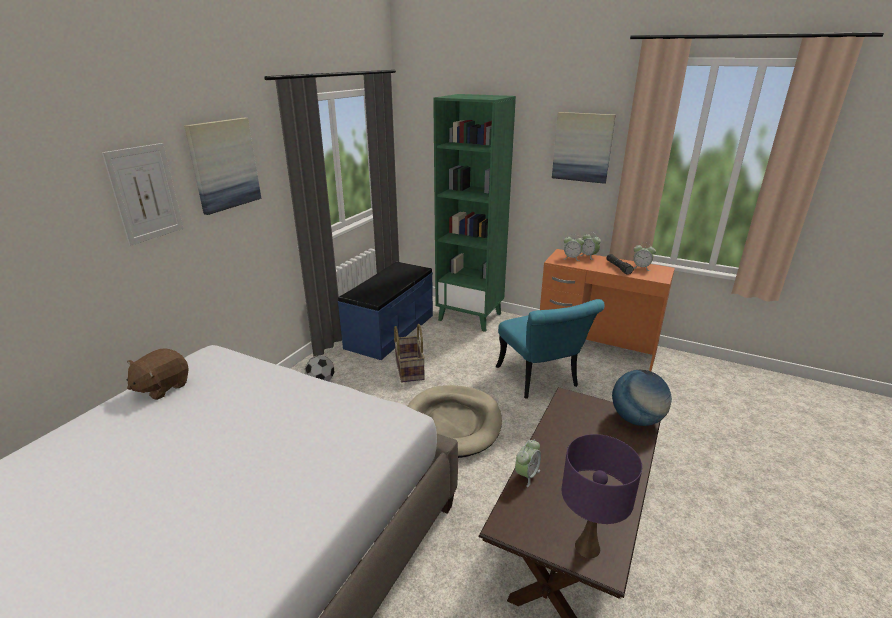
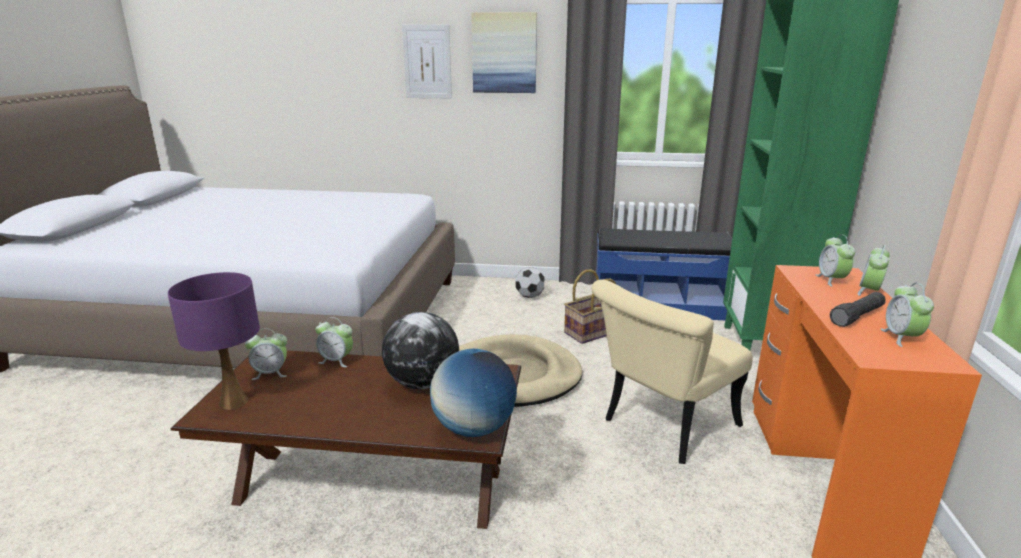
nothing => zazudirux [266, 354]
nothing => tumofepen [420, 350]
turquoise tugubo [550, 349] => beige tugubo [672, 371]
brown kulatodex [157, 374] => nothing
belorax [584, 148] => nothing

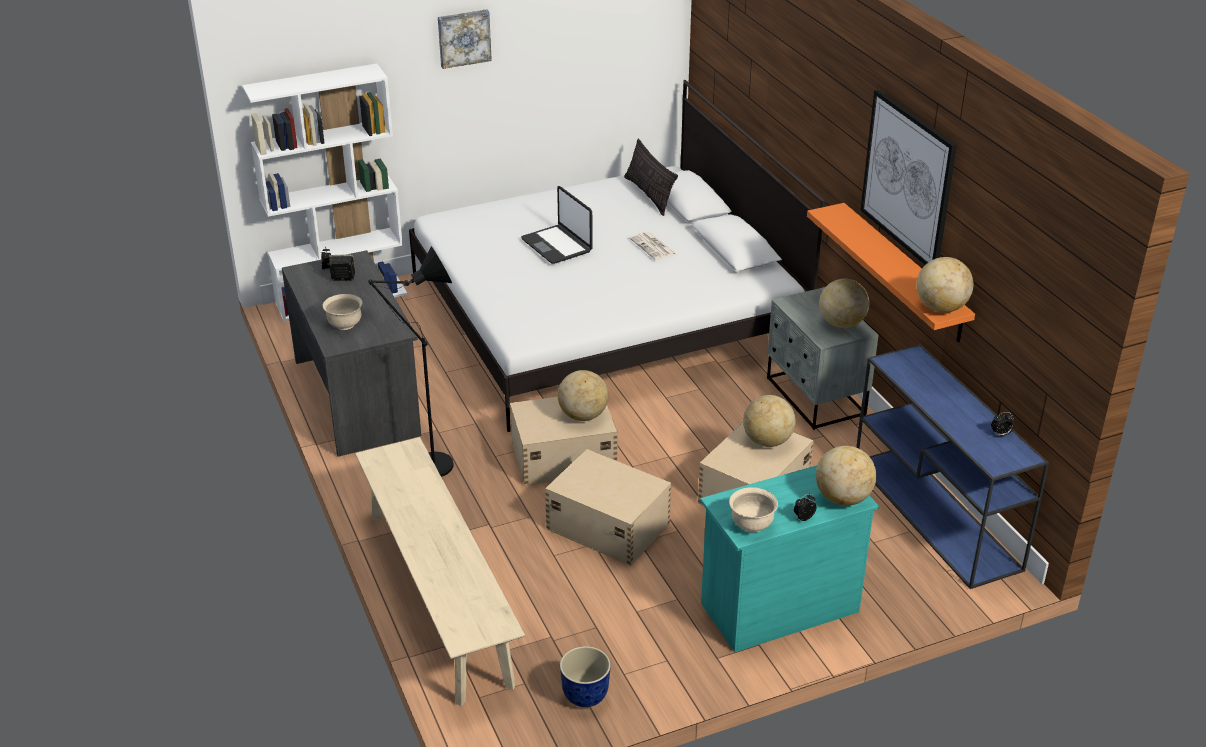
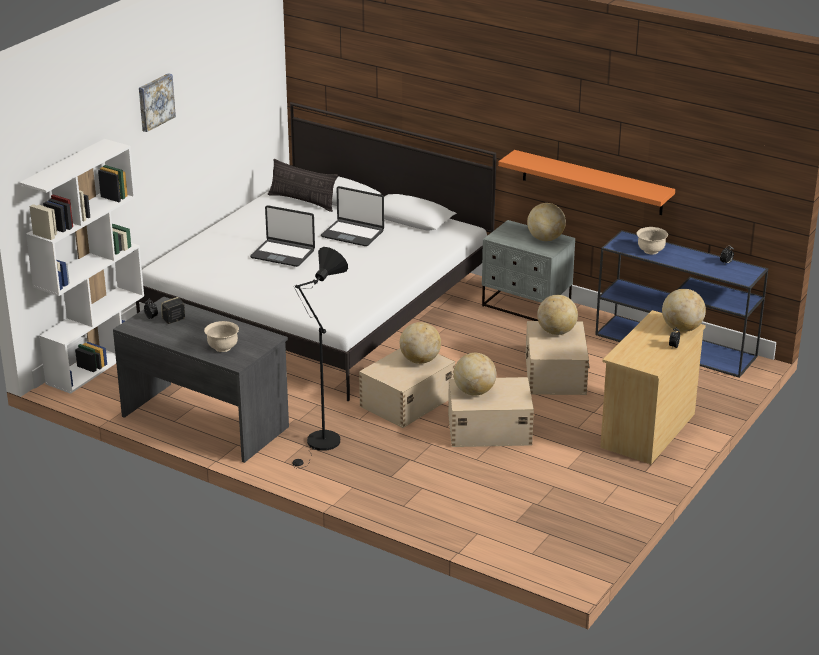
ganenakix [652, 246] => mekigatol [352, 216]
tumofepen [945, 285] => tumofepen [475, 374], move
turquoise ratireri [789, 558] => beige ratireri [653, 387]
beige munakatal [753, 510] => beige munakatal [652, 241], move
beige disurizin [440, 571] => nothing
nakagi [585, 676] => nothing
belorax [908, 177] => nothing

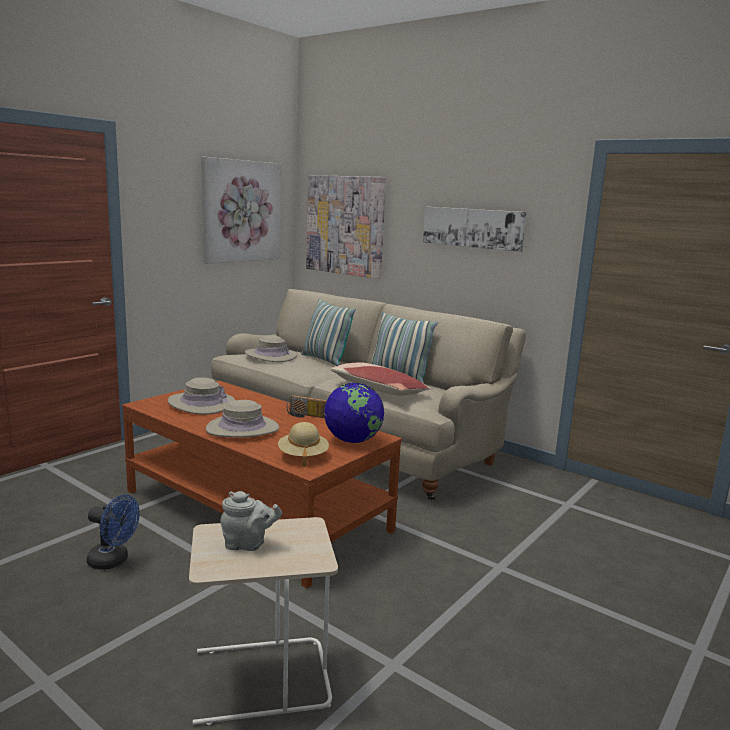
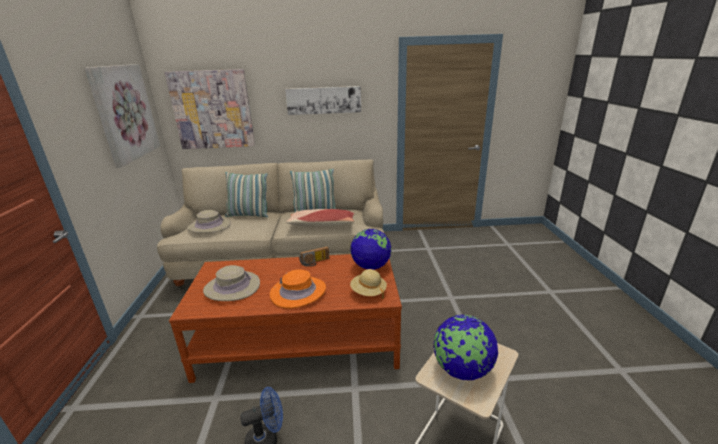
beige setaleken [242, 419] => orange setaleken [298, 289]
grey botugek [251, 521] => tumofepen [465, 347]

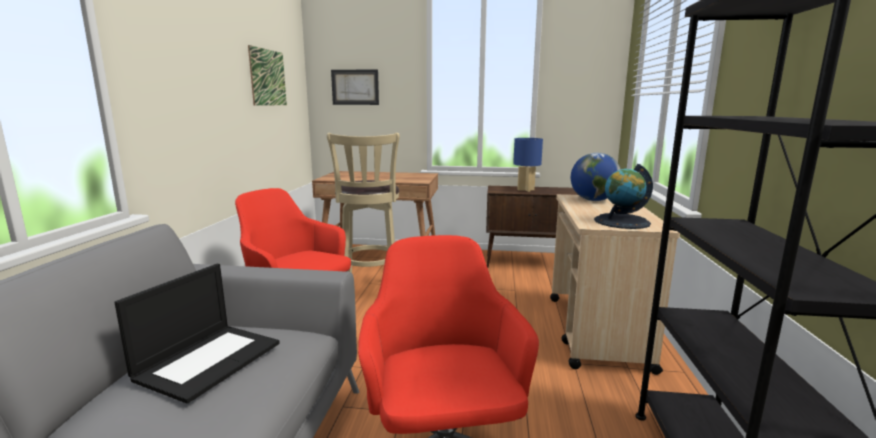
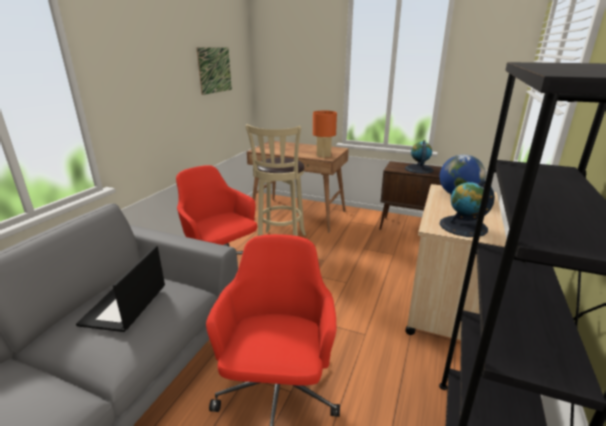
mekigatol [197, 334] => mekigatol [120, 289], 150 degrees clockwise
nothing => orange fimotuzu [325, 134]
blue fimotuzu [528, 165] => tumofepen [419, 157]
belorax [355, 87] => nothing

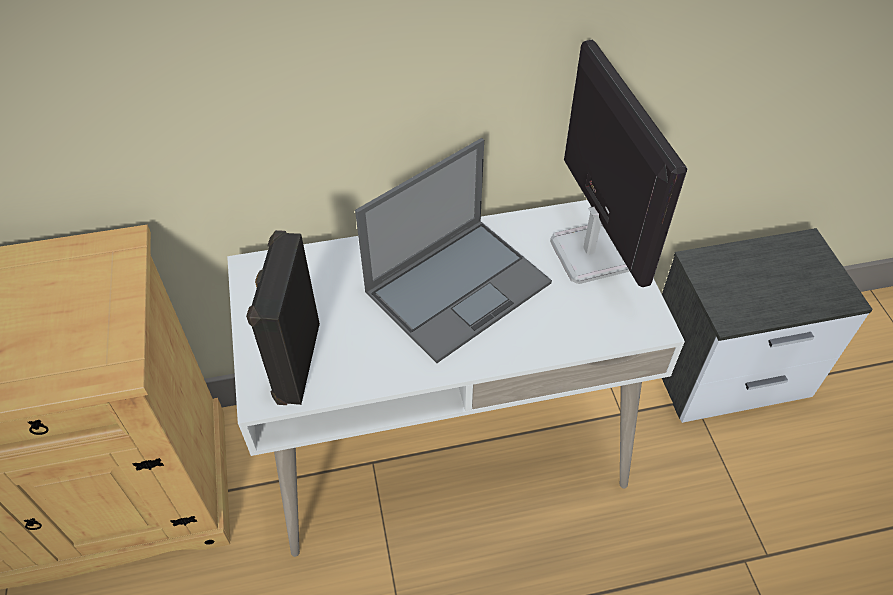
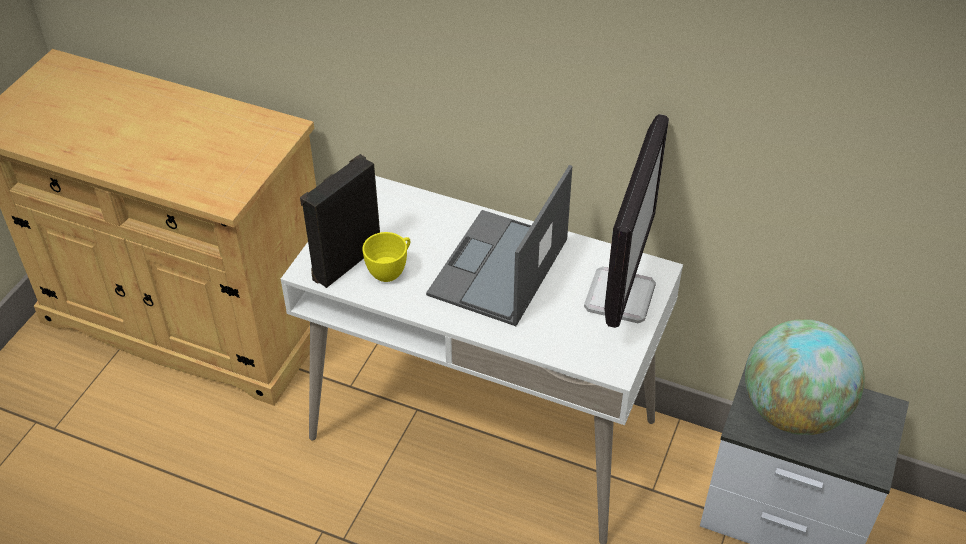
nothing => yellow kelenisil [386, 257]
mekigatol [453, 250] => mekigatol [499, 245], 120 degrees clockwise
nothing => tumofepen [805, 377]

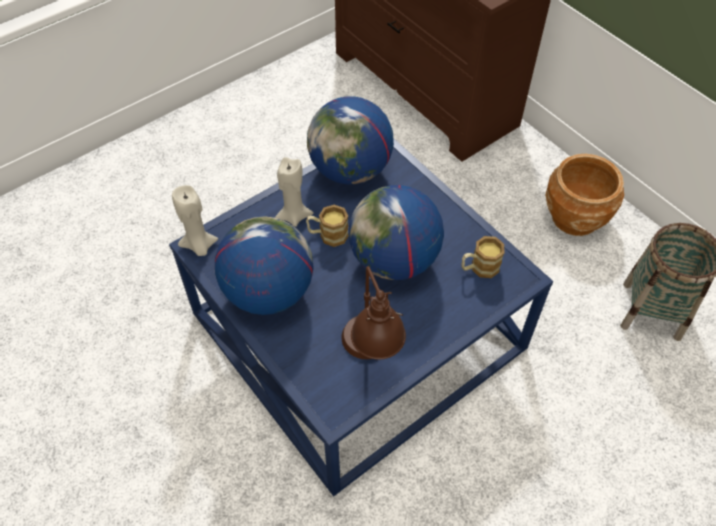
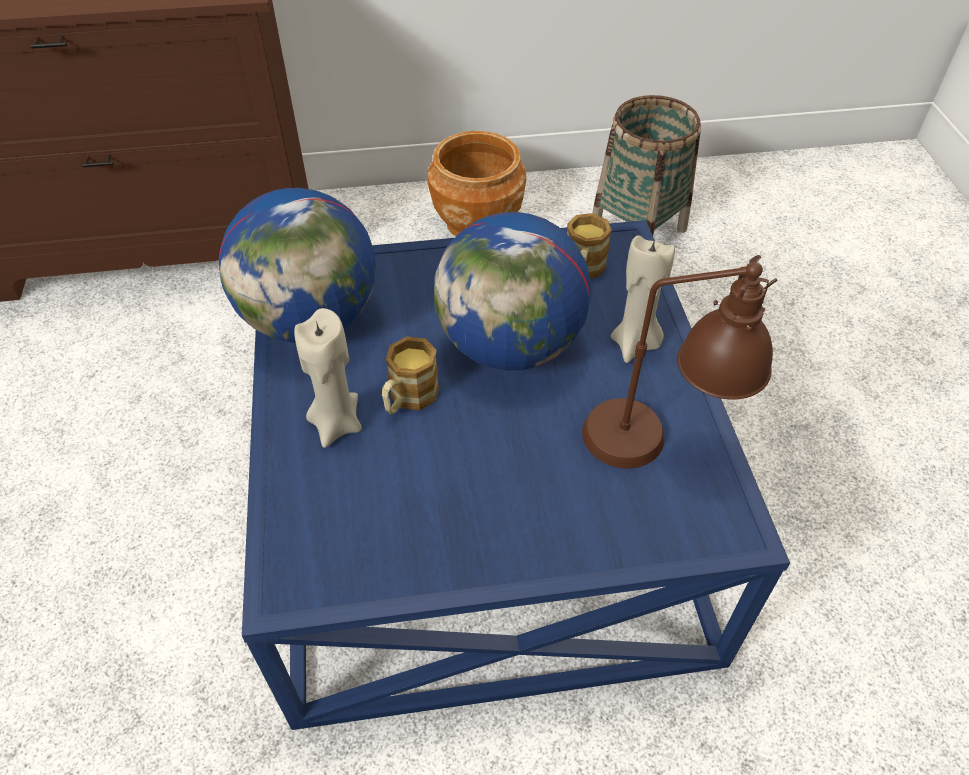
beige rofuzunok [195, 220] => beige rofuzunok [643, 299], move
tumofepen [264, 265] => nothing

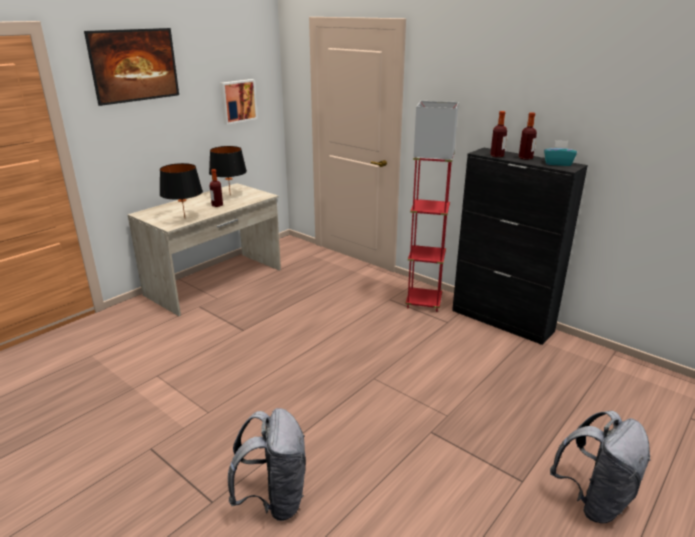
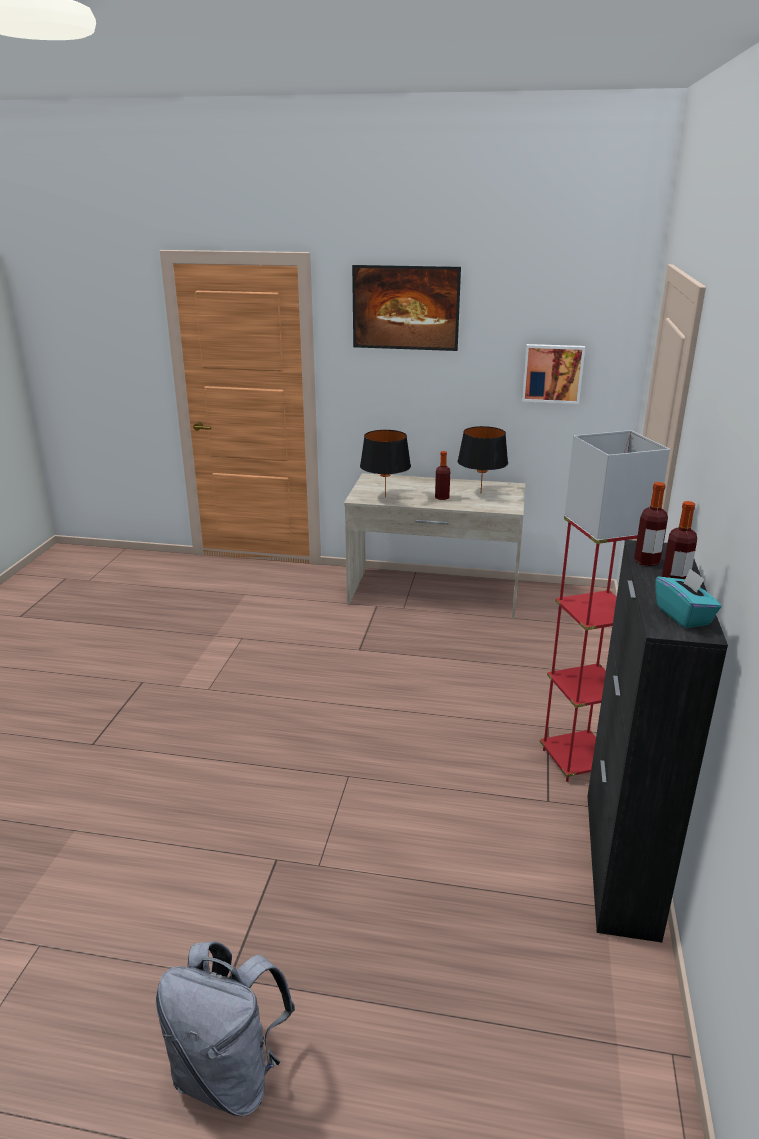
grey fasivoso [267, 464] => nothing

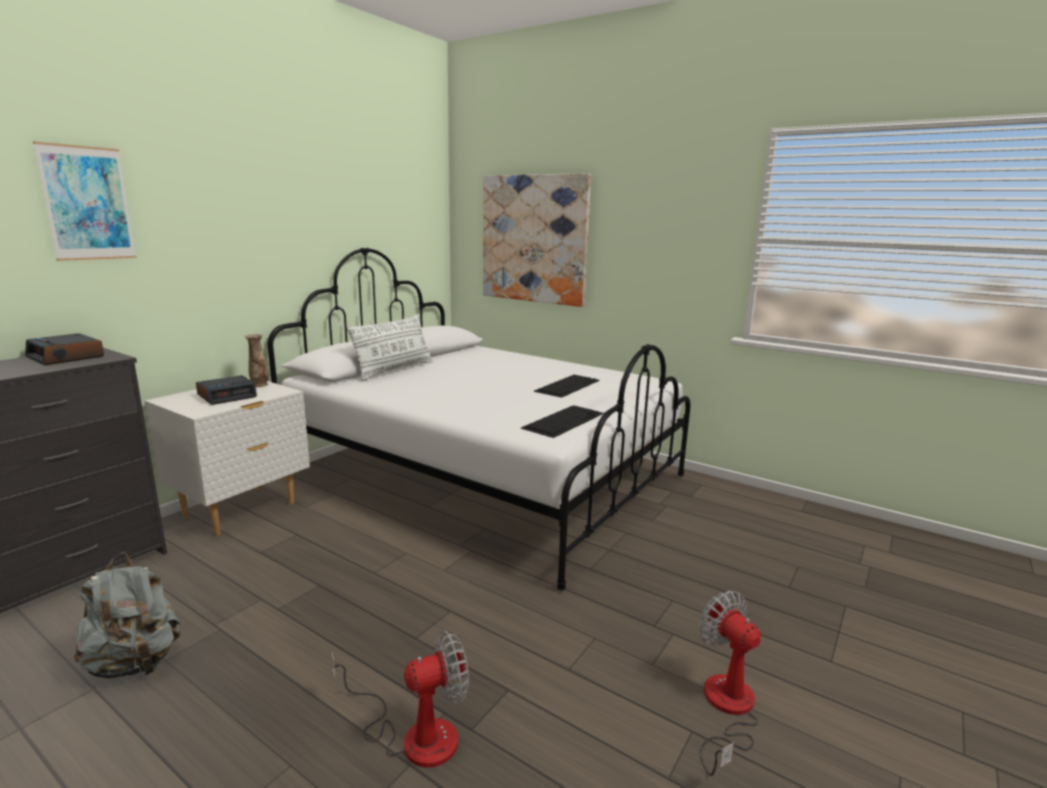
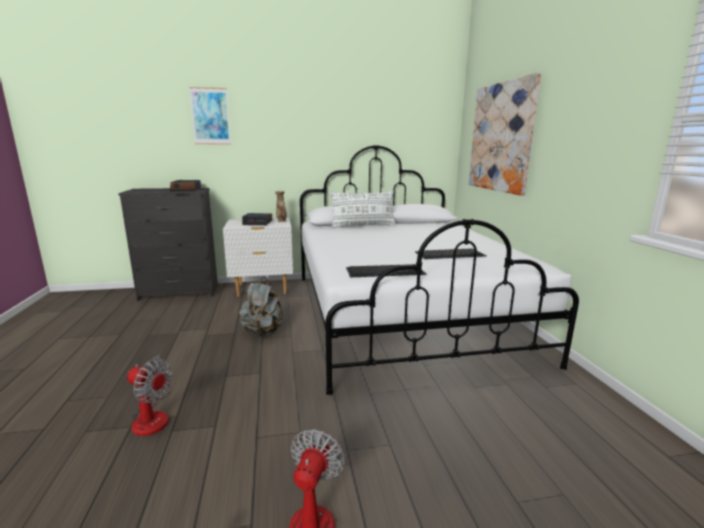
grey fasivoso [127, 615] => grey fasivoso [261, 307], move

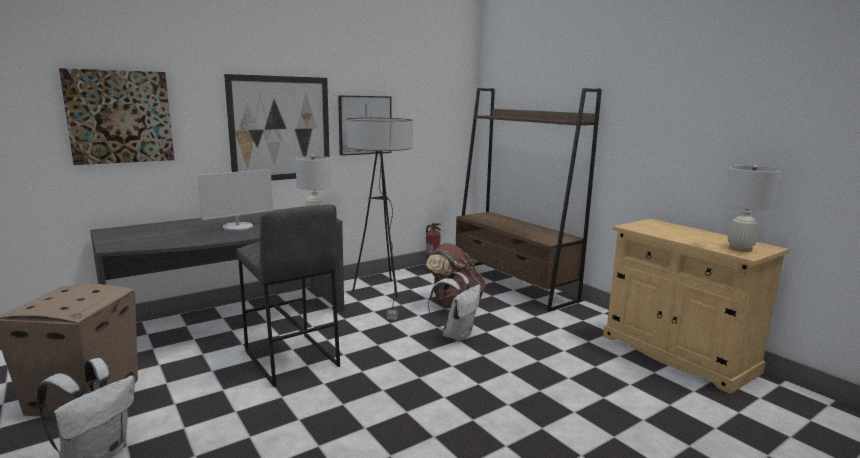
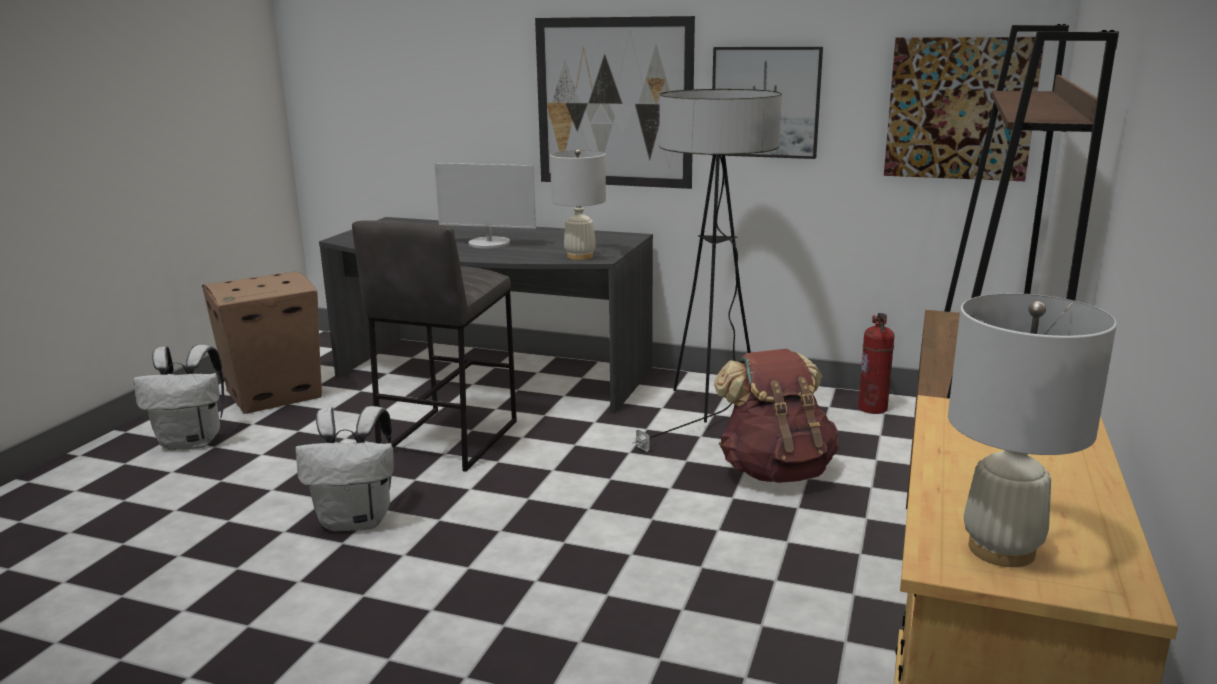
white fasivoso [454, 307] => white fasivoso [344, 468], move
belorax [116, 116] => belorax [964, 109], move

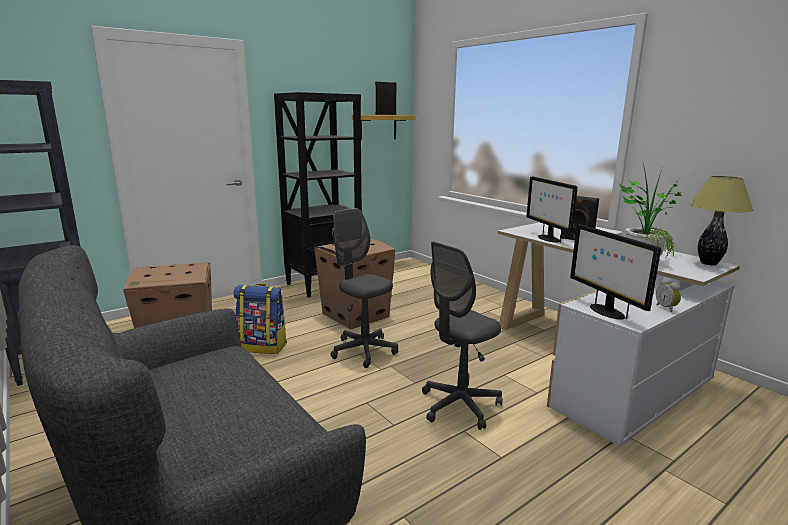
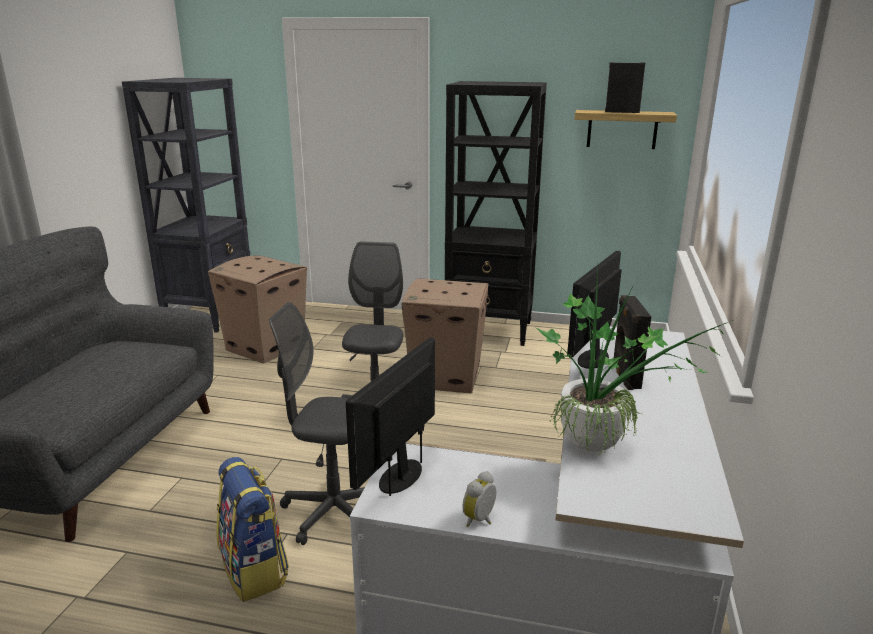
fasivoso [260, 319] => fasivoso [252, 529], move
fimotuzu [721, 220] => nothing

